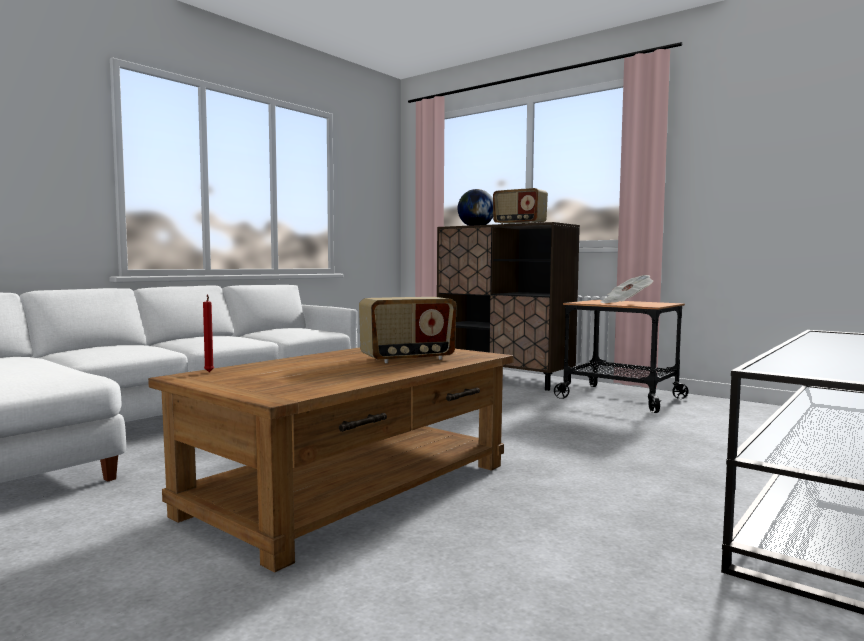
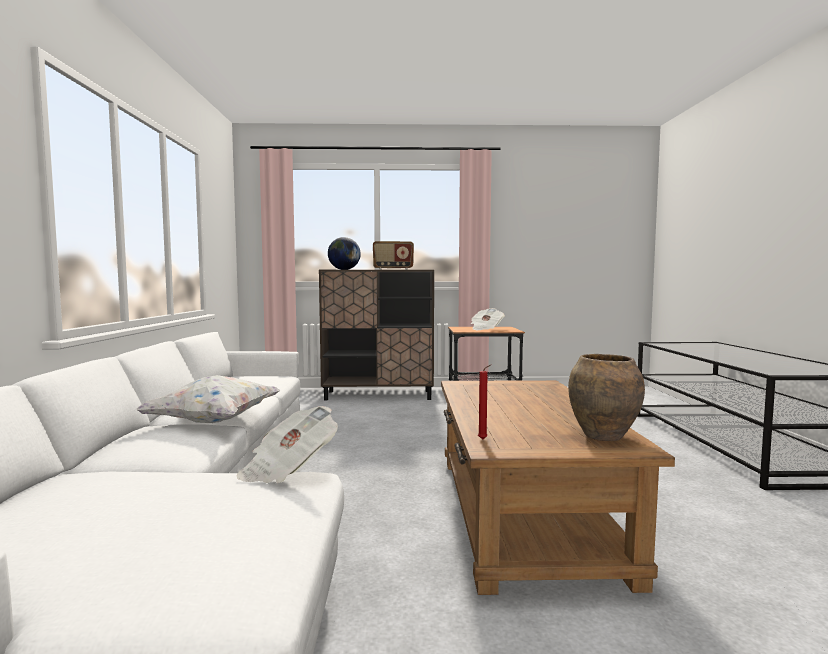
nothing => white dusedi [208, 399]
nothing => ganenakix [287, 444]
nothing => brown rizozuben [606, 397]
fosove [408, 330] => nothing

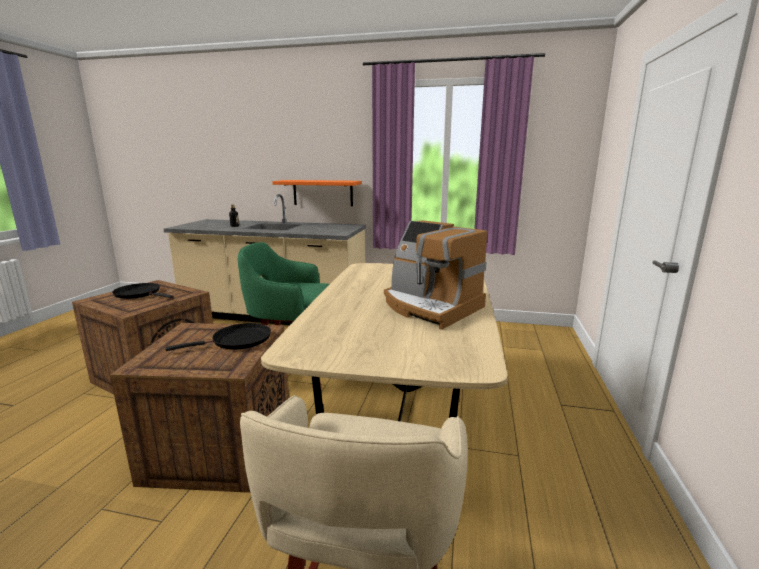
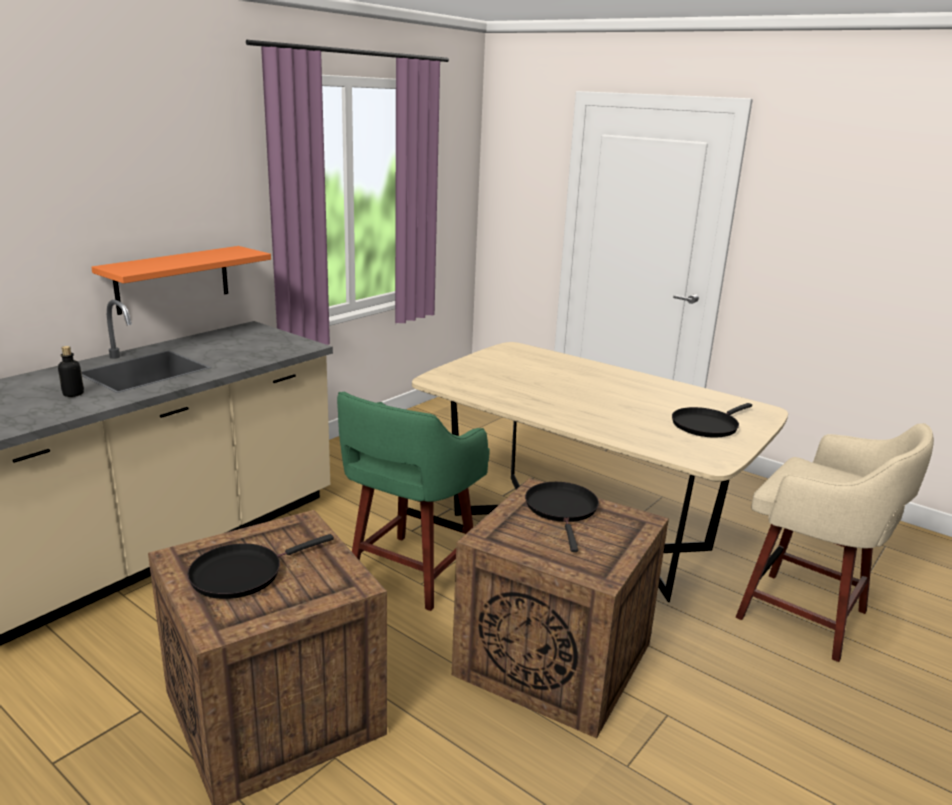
nothing => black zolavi [712, 420]
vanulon [435, 275] => nothing

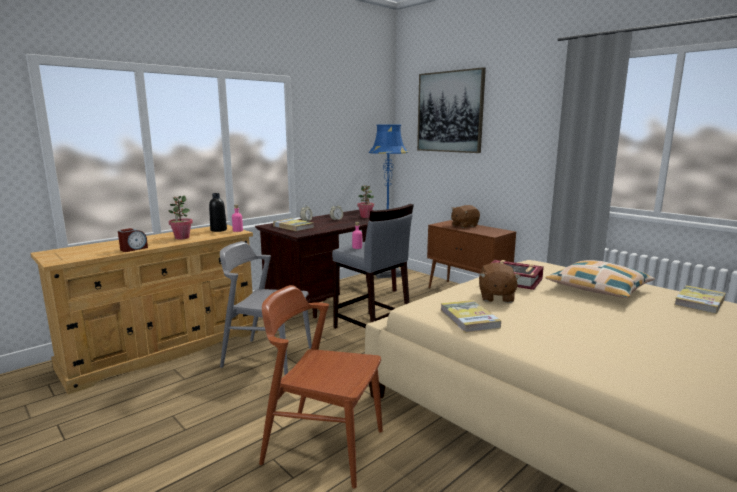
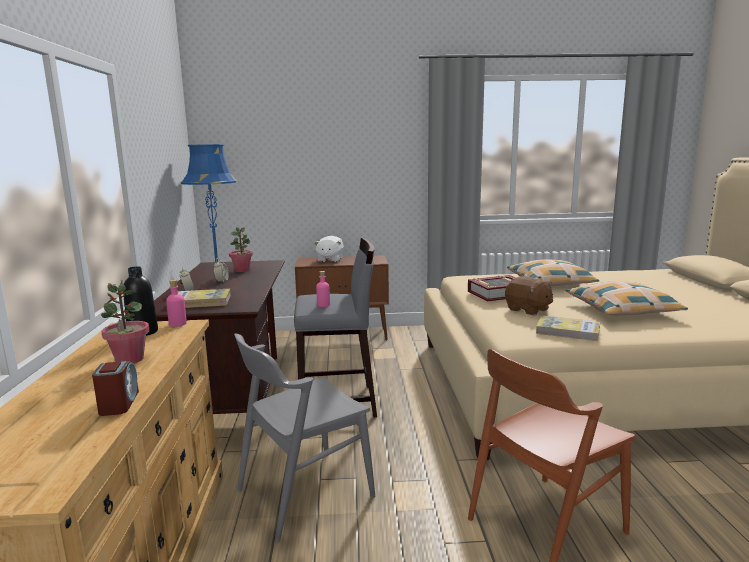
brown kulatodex [465, 216] => white kulatodex [329, 249]
nothing => dusedi [627, 298]
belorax [451, 110] => nothing
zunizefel [700, 299] => nothing

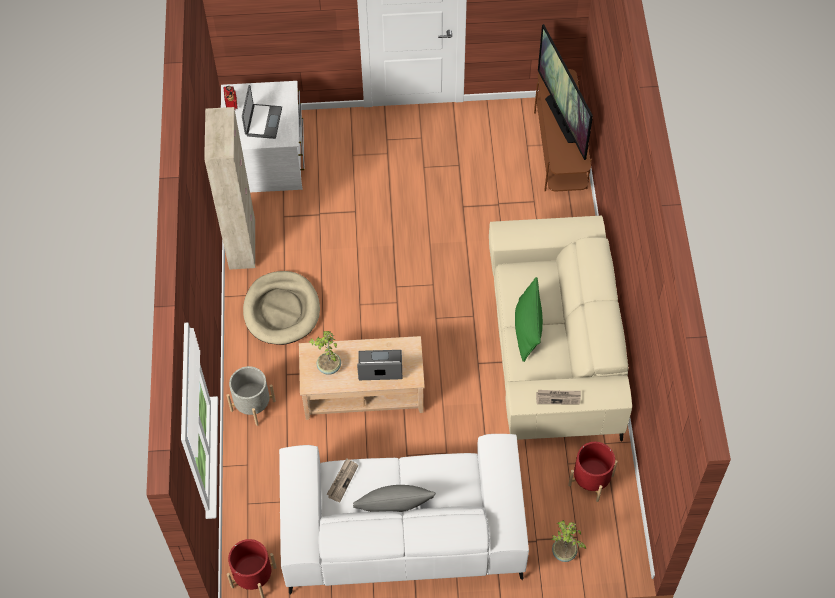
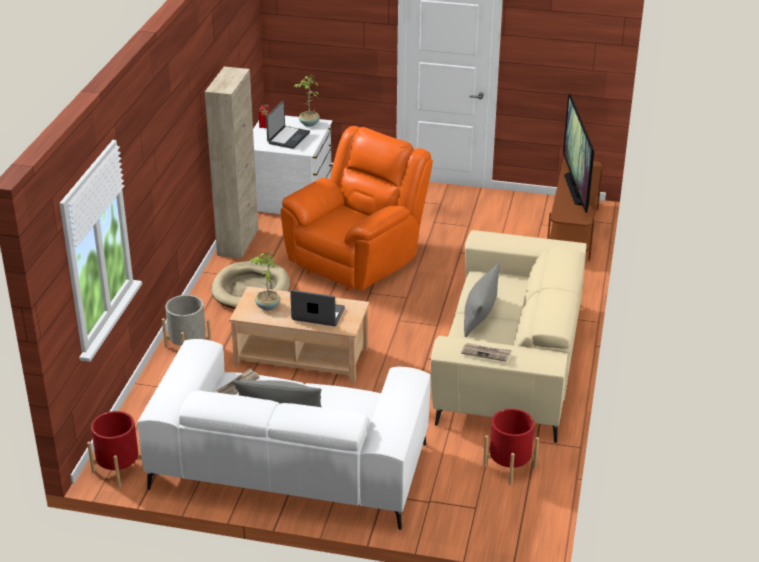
nothing => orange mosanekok [357, 208]
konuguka [569, 541] => konuguka [306, 101], move
green dusedi [529, 319] => grey dusedi [482, 300]

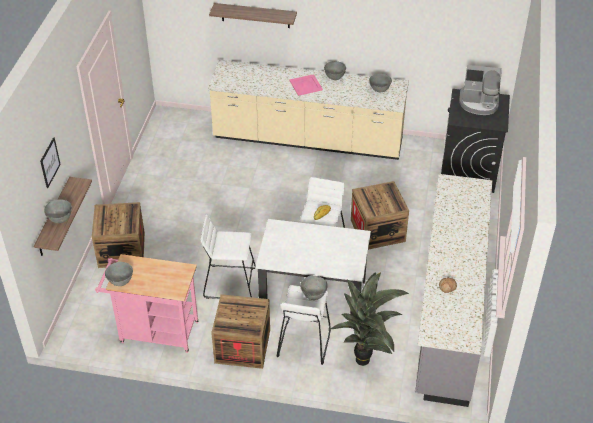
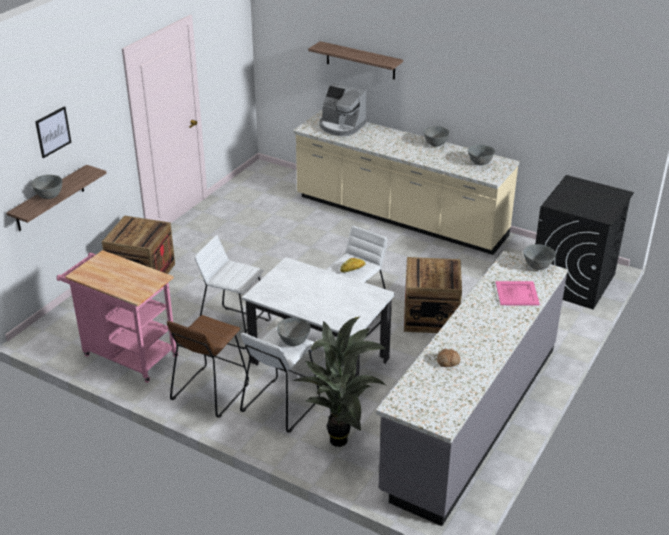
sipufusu [240, 331] => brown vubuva [208, 366]
vanulon [480, 90] => vanulon [343, 109], move
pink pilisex [306, 85] => pink pilisex [518, 293], move
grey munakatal [119, 274] => grey munakatal [539, 257], move

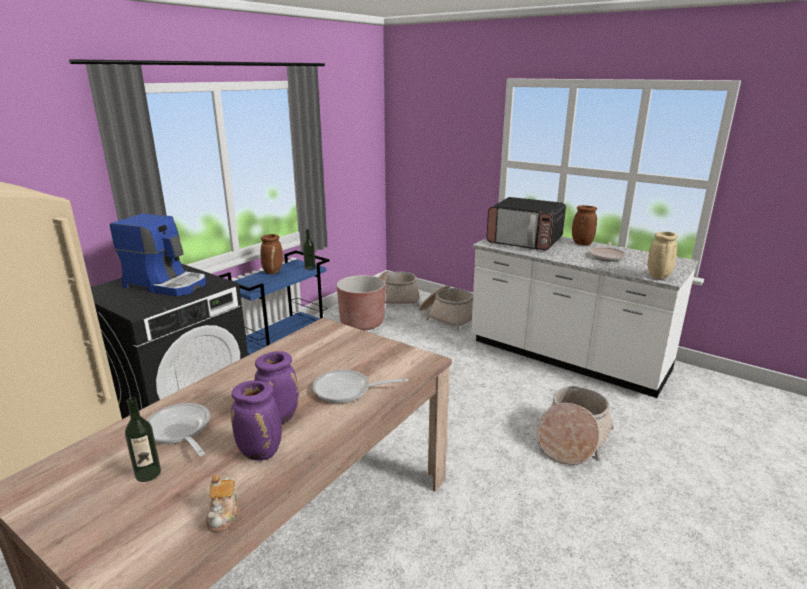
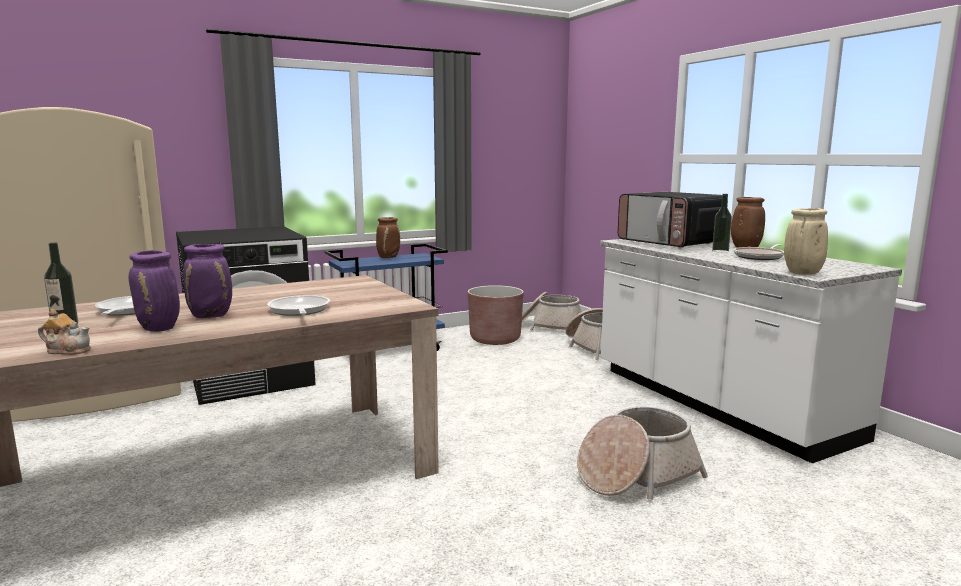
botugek [223, 503] => botugek [64, 332], 105 degrees counterclockwise
zolavi [360, 386] => zolavi [298, 305], 45 degrees clockwise
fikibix [309, 249] => fikibix [722, 223], move
vanulon [158, 254] => nothing

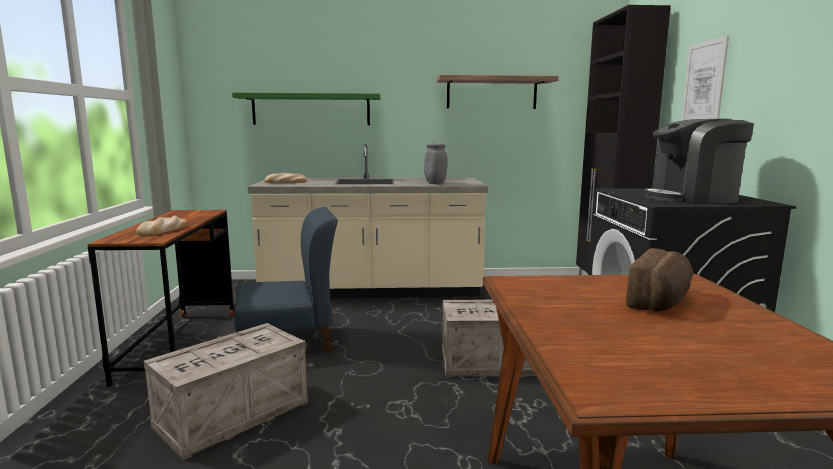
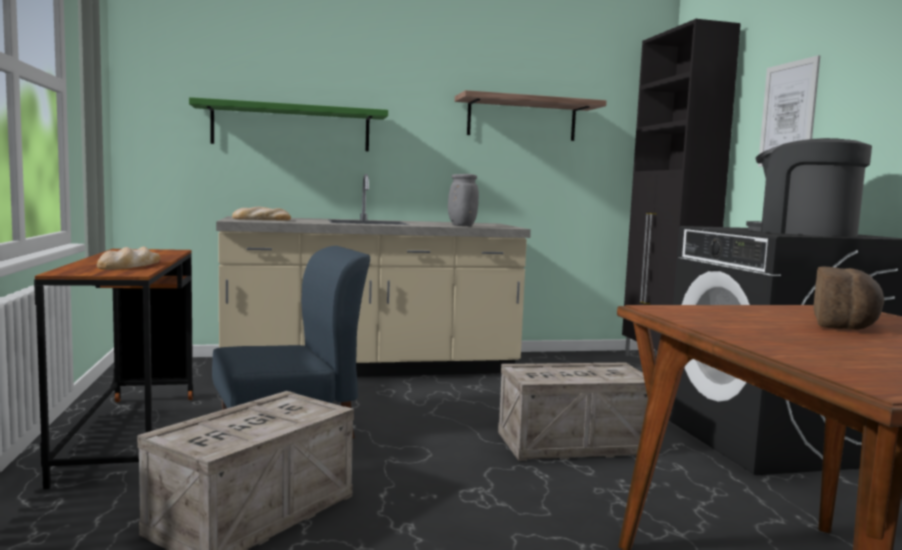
vanulon [699, 161] => vanulon [809, 187], 60 degrees clockwise

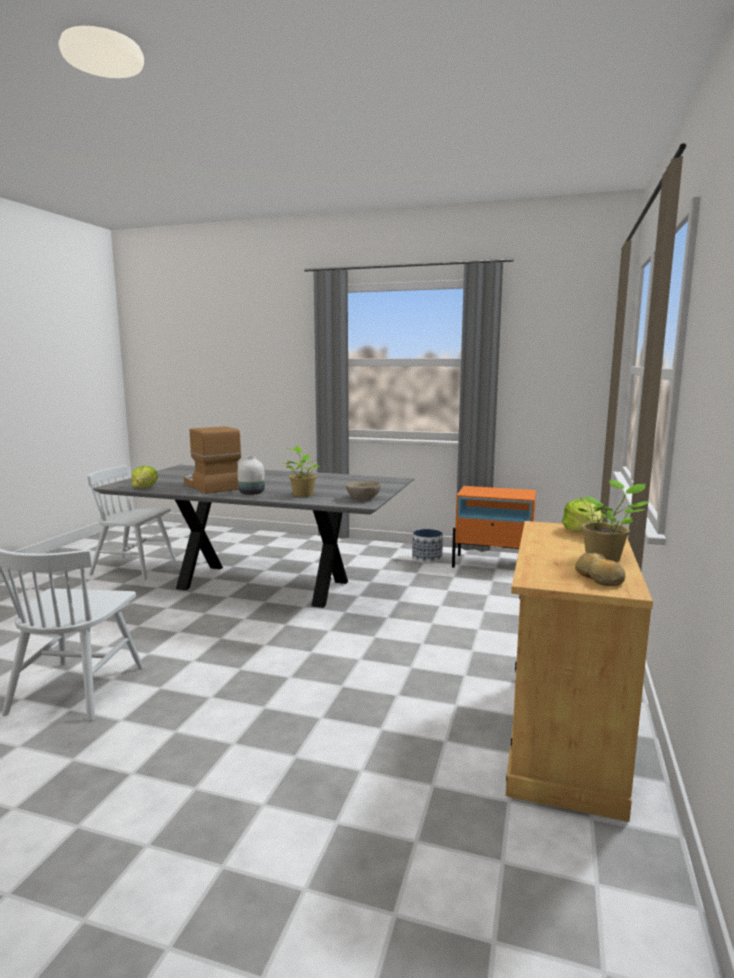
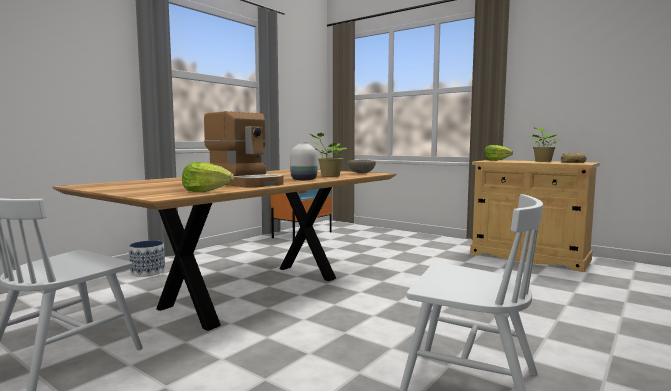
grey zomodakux [253, 536] => brown zomodakux [224, 250]
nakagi [427, 546] => nakagi [147, 258], move
vanulon [213, 460] => vanulon [244, 149], 120 degrees counterclockwise

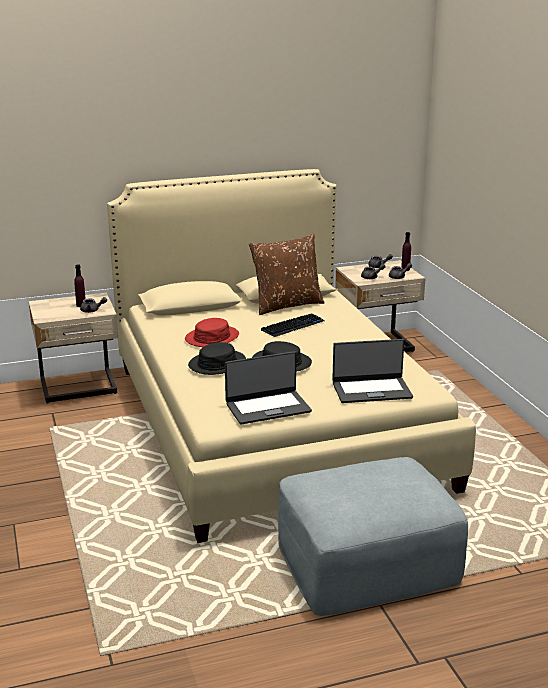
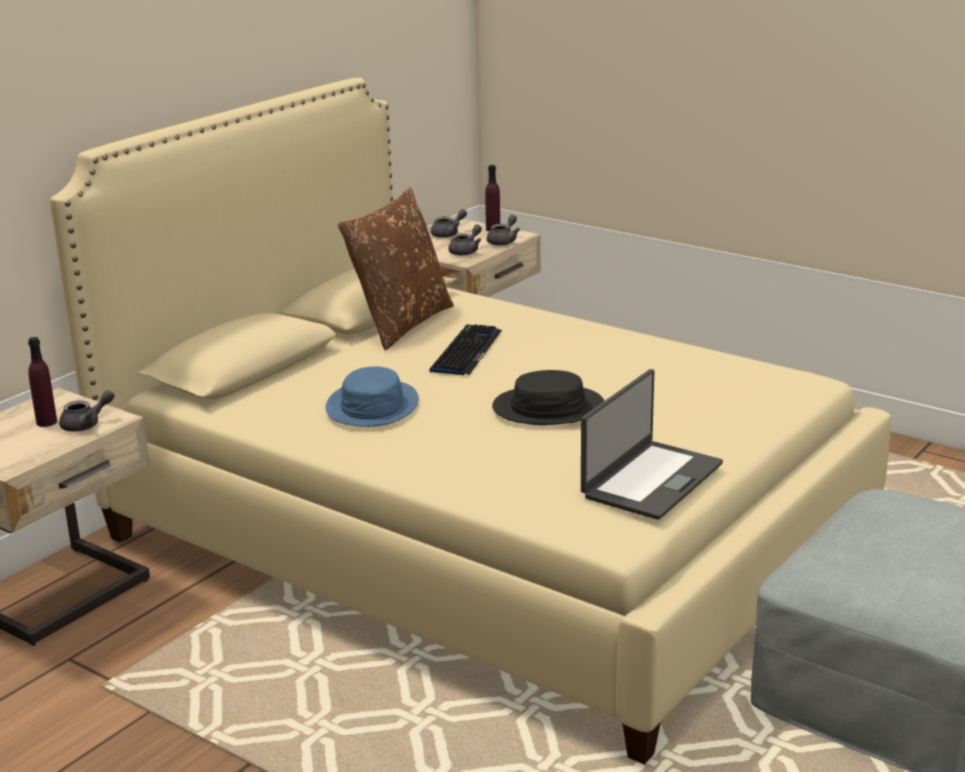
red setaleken [212, 332] => blue setaleken [372, 397]
black setaleken [217, 358] => nothing
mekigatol [372, 371] => nothing

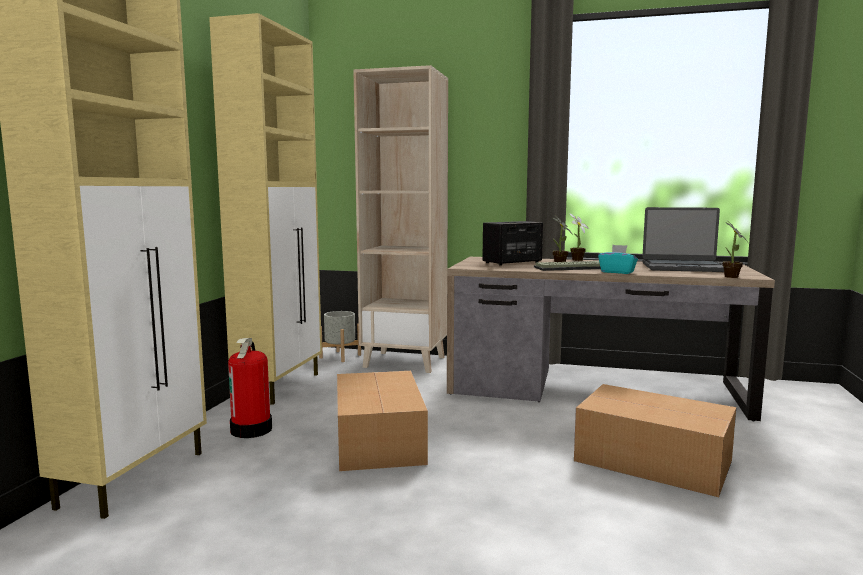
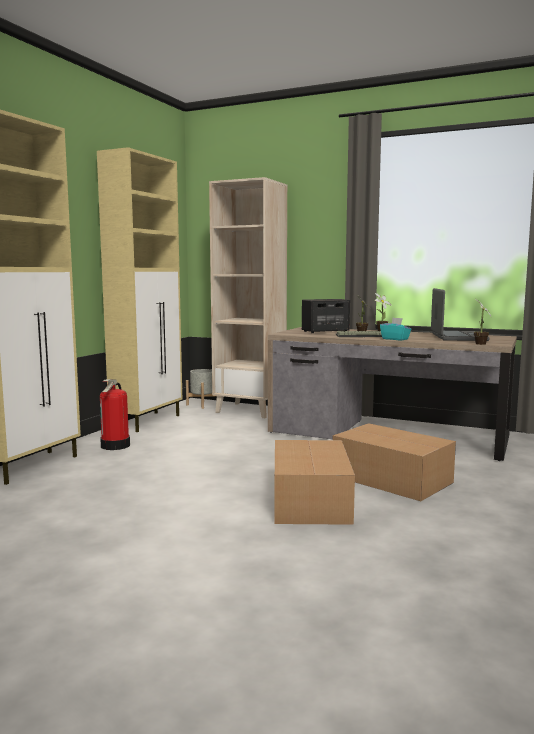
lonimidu [382, 421] => lonimidu [314, 482], move
mekigatol [683, 239] => mekigatol [460, 314], 105 degrees counterclockwise

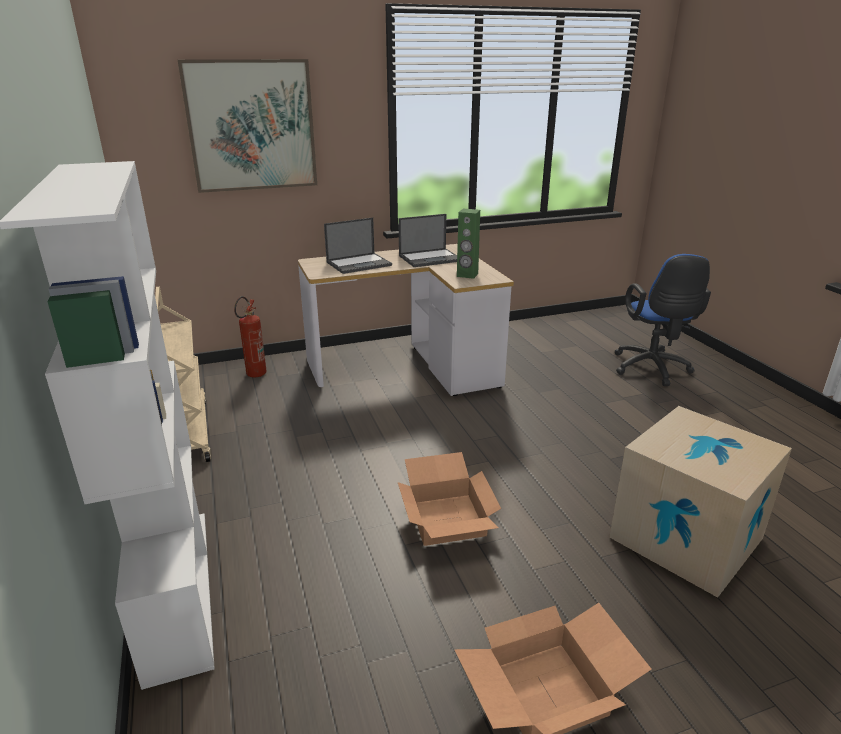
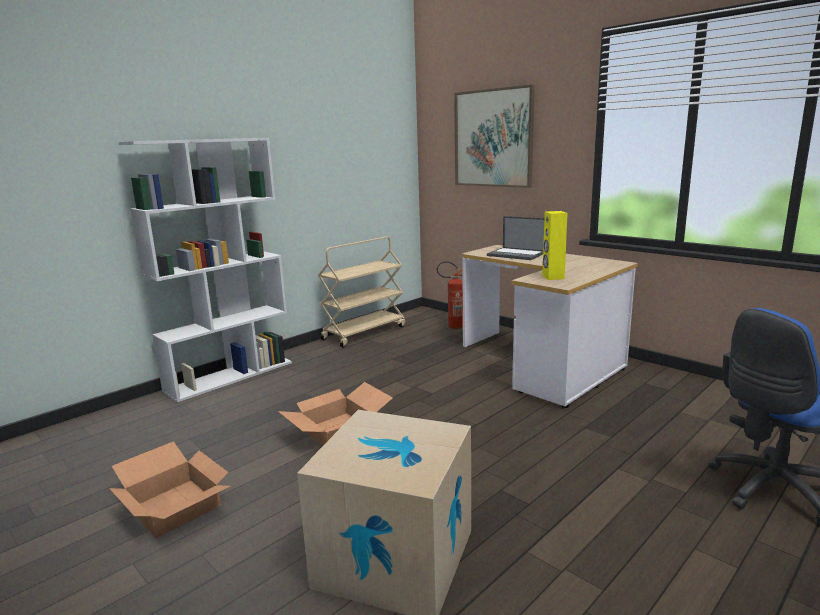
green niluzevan [468, 244] => yellow niluzevan [555, 245]
mekigatol [427, 240] => nothing

